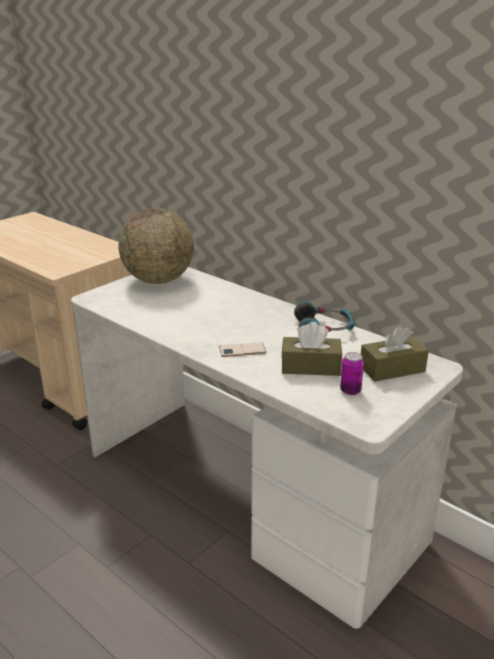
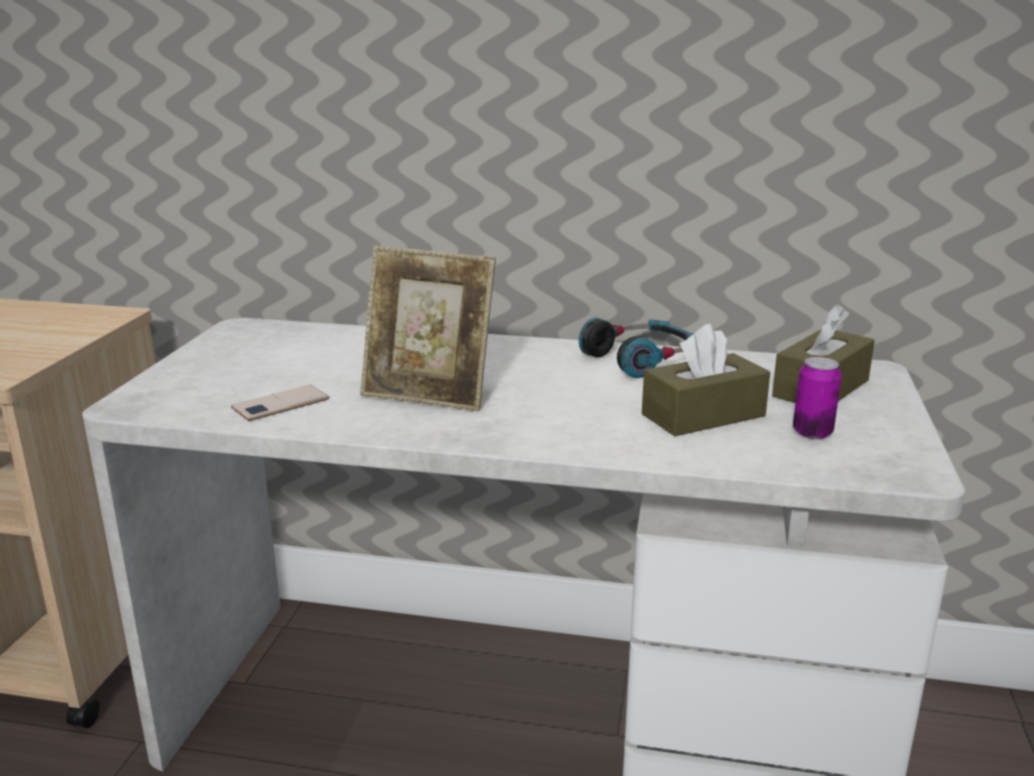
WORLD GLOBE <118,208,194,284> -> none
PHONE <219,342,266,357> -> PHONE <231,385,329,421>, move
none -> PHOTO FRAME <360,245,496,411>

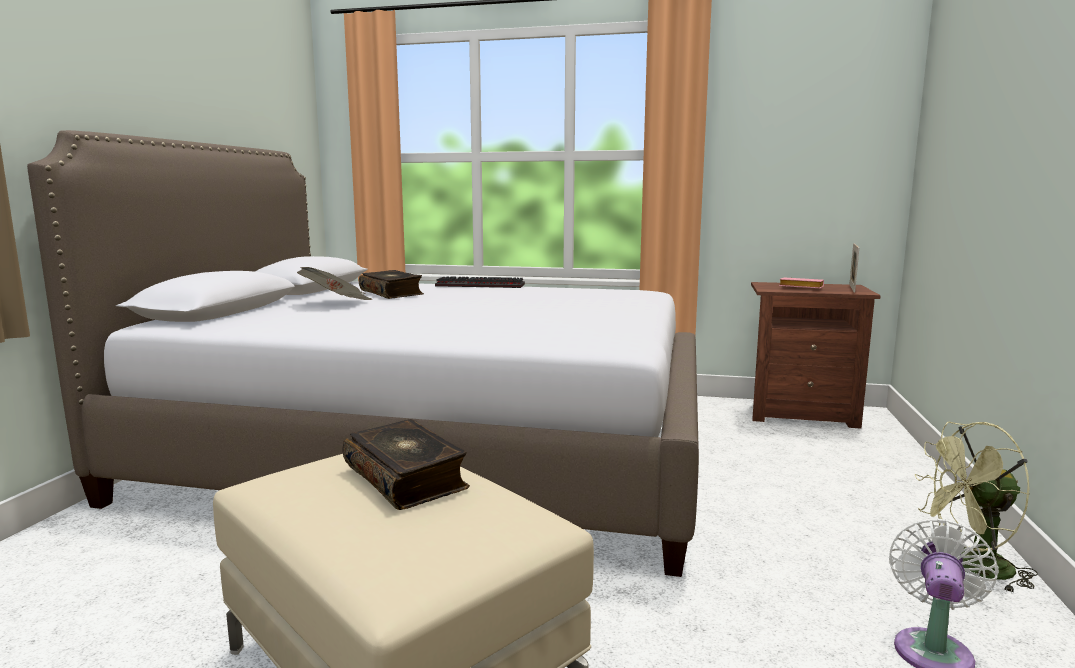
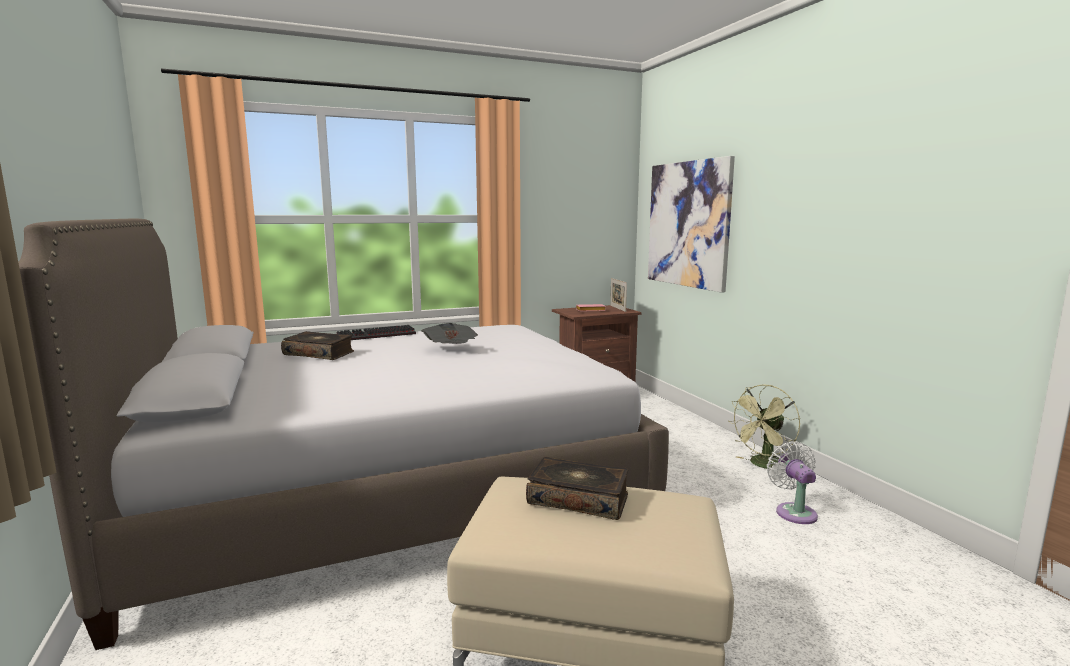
NEWSPAPER <297,267,372,300> -> NEWSPAPER <421,323,478,344>, move
none -> WALL PICTURE <648,156,735,293>

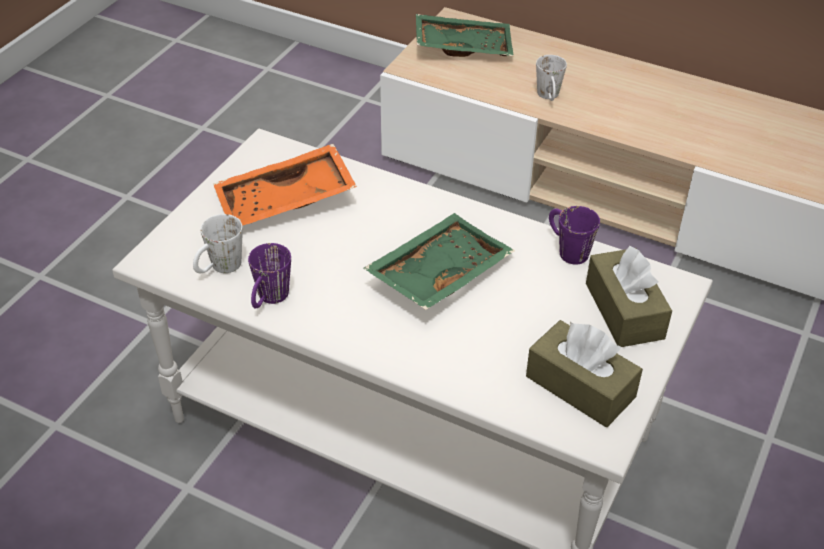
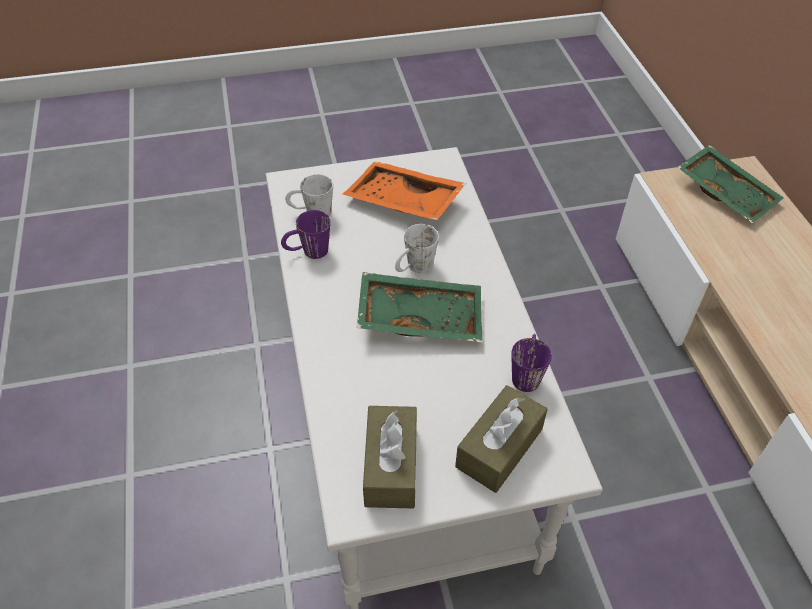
WHITE-COLOURED MUG <536,55,567,101> -> WHITE-COLOURED MUG <395,224,439,273>, move

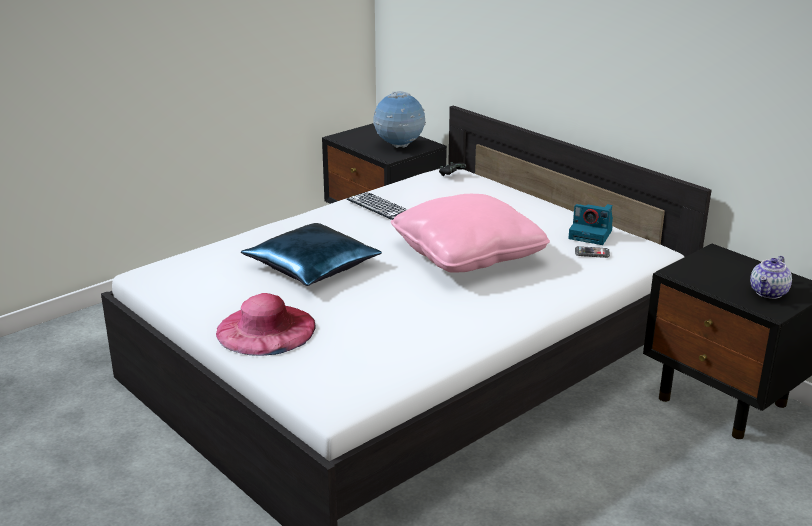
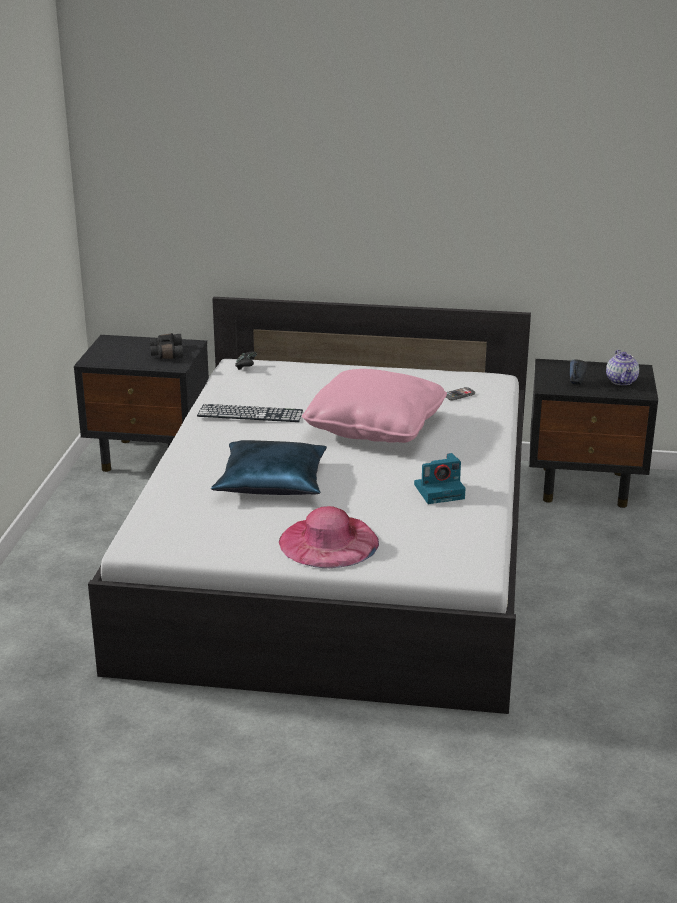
WORLD GLOBE <373,91,426,148> -> BLACK-COLOURED FIELD GLASSES <150,333,183,359>
PHOTO CAMERA <568,204,613,245> -> PHOTO CAMERA <414,453,466,504>, move
none -> BLUE MUG <570,359,589,385>

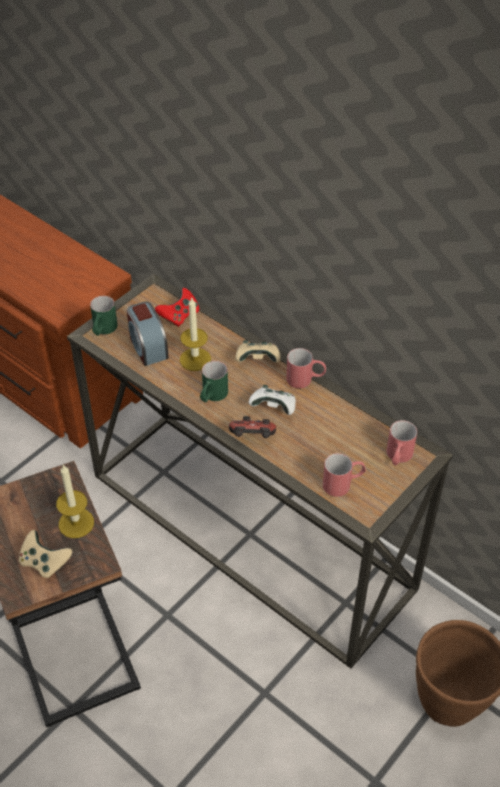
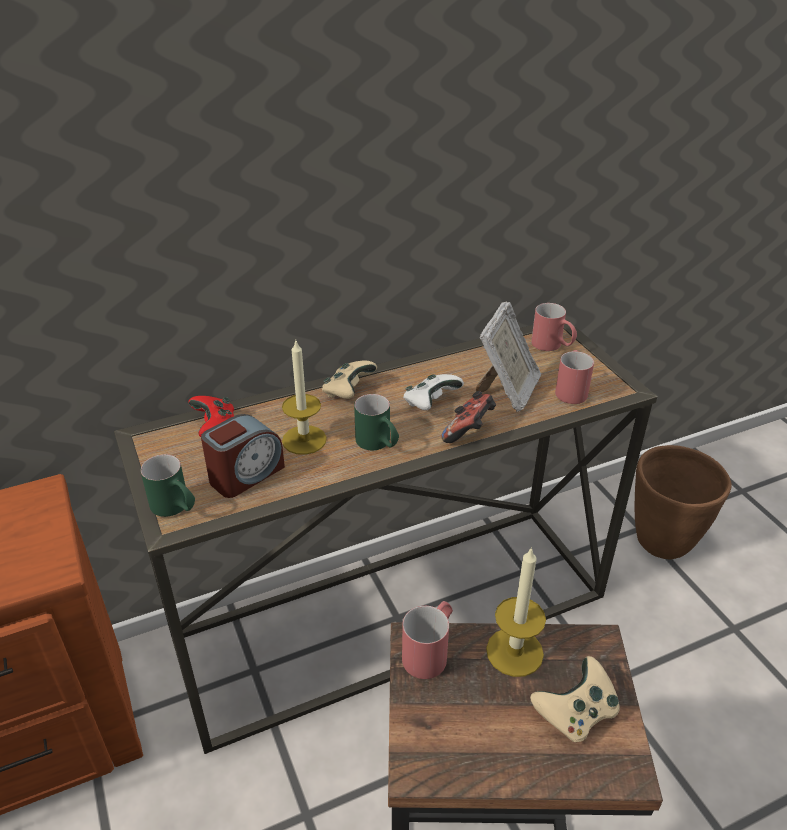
TABLE CLOCK <127,301,169,366> -> TABLE CLOCK <201,414,285,498>, 45 degrees counterclockwise
RED-COLOURED MUG <286,348,326,388> -> RED-COLOURED MUG <402,601,453,679>, move
none -> PHOTO FRAME <476,301,541,412>

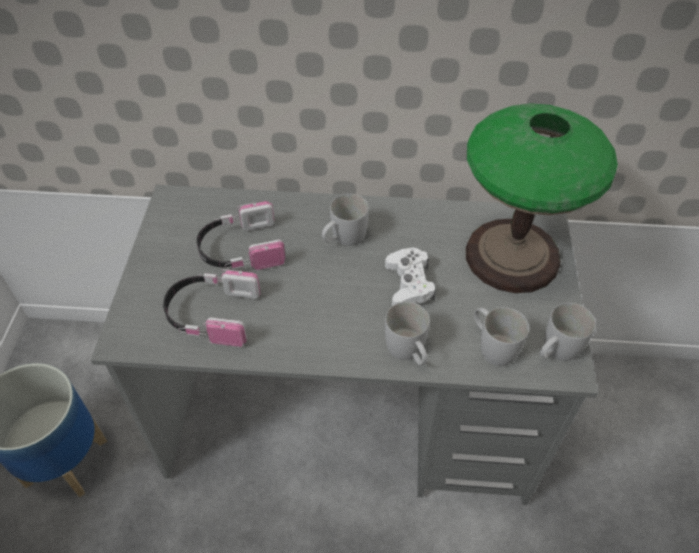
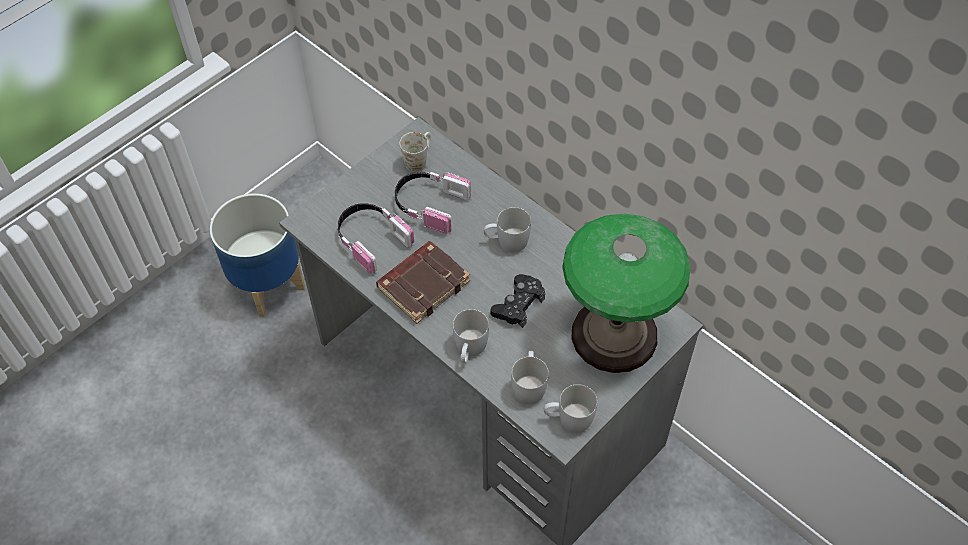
WHITE-COLOURED GAMEPAD <385,248,436,306> -> BLACK-COLOURED GAMEPAD <490,274,545,328>
none -> BROWN BOUND BOOK <376,241,470,324>
none -> WHITE-COLOURED MUG <399,132,431,172>

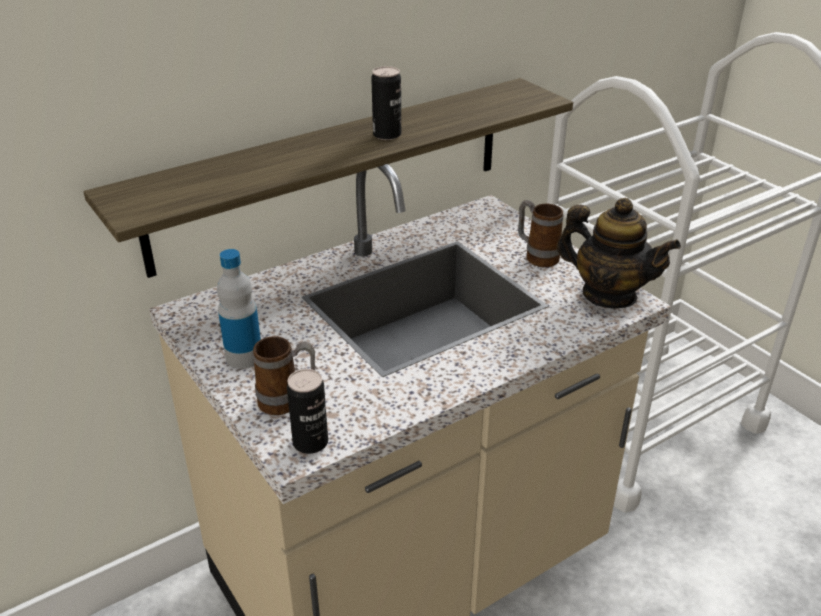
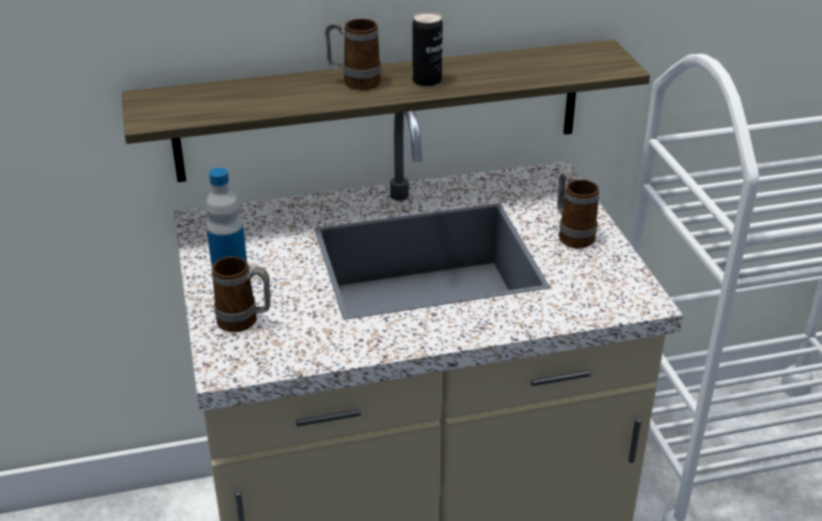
METAL CAN <287,369,328,454> -> none
TEA POT <556,198,681,308> -> none
none -> MUG <325,19,381,90>

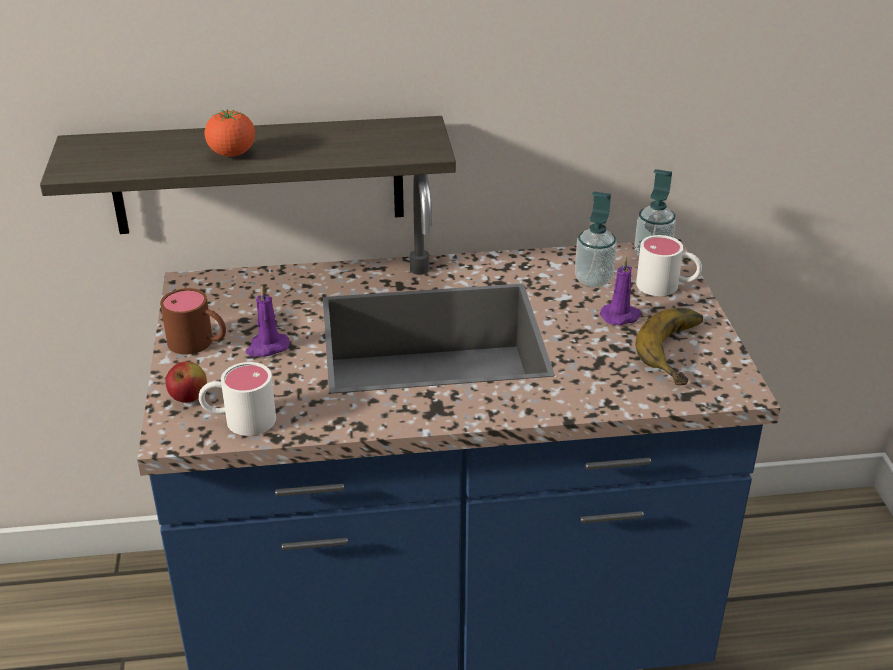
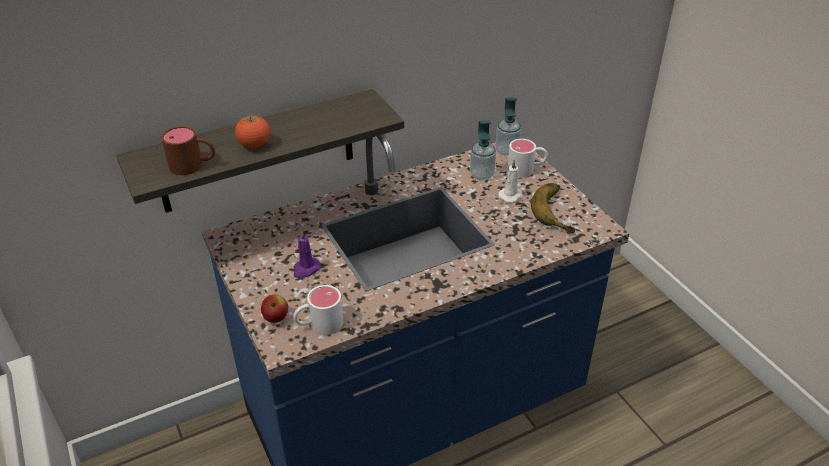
BROWN MUG <160,288,226,354> -> BROWN MUG <161,126,215,175>, move
PURPLISH CANDLE <600,257,642,325> -> WHITE-COLOURED CANDLE <498,160,523,203>

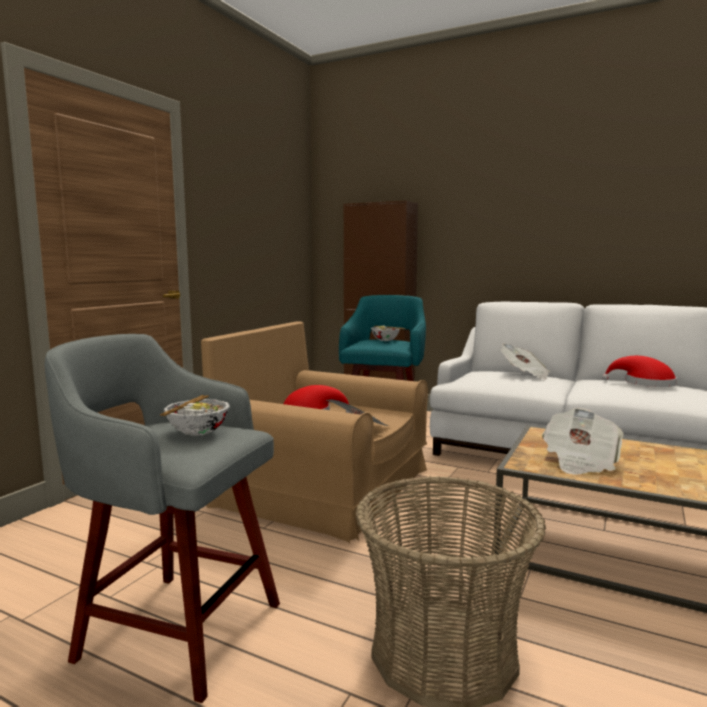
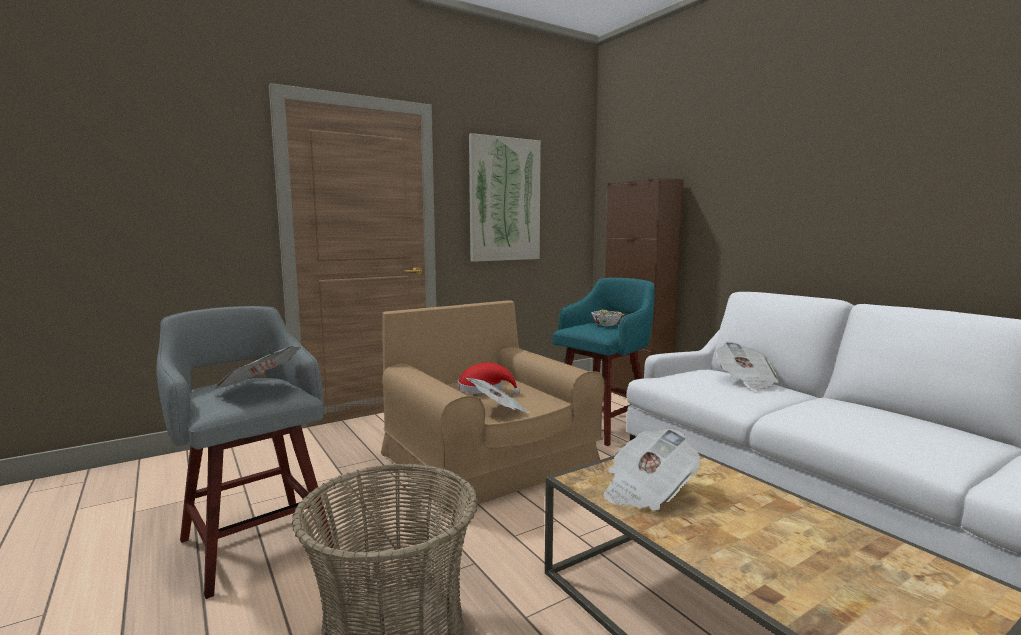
BOWL <160,395,230,436> -> NEWSPAPER <213,346,301,389>
RED-COLOURED WEARABLE HAT <602,356,677,387> -> none
none -> WALL PICTURE <469,133,541,262>

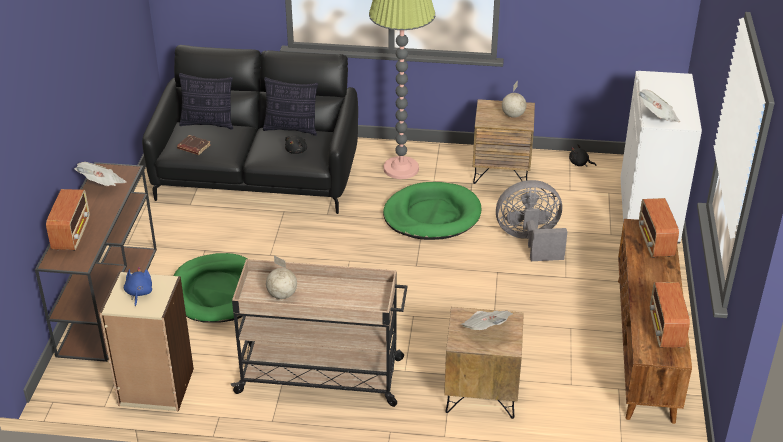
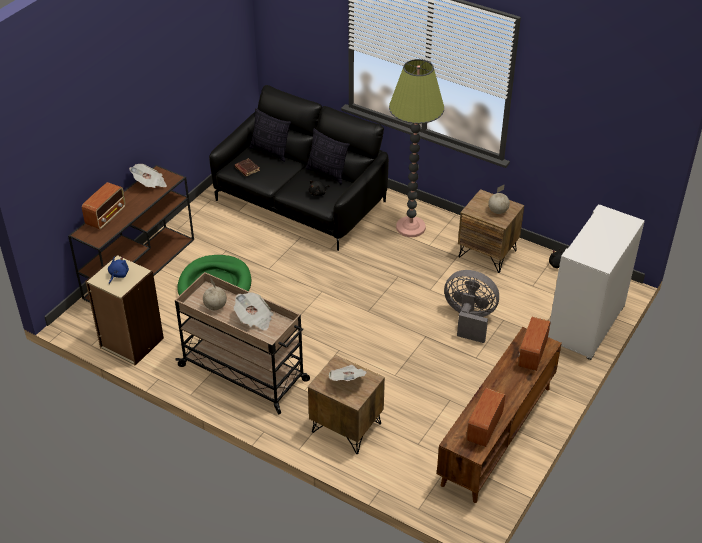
GREEN DOG CUSHION <383,182,482,240> -> none
NEWSPAPER <637,89,680,122> -> NEWSPAPER <233,292,274,331>, move

